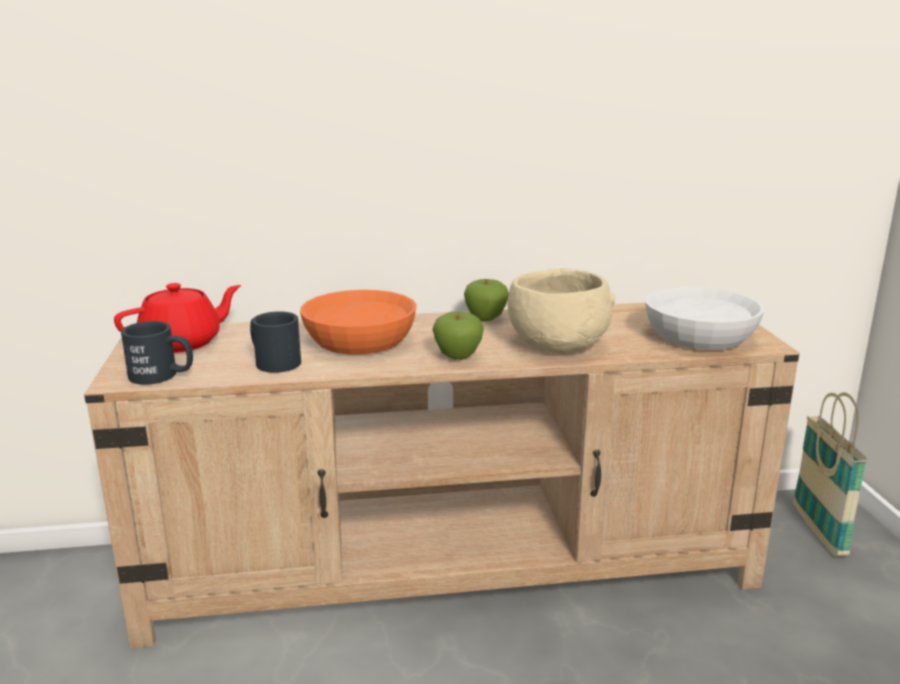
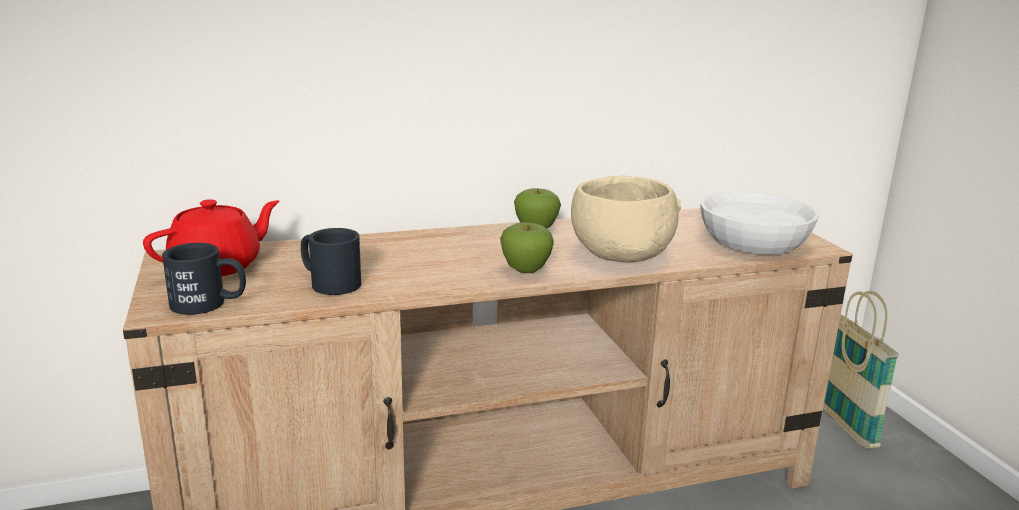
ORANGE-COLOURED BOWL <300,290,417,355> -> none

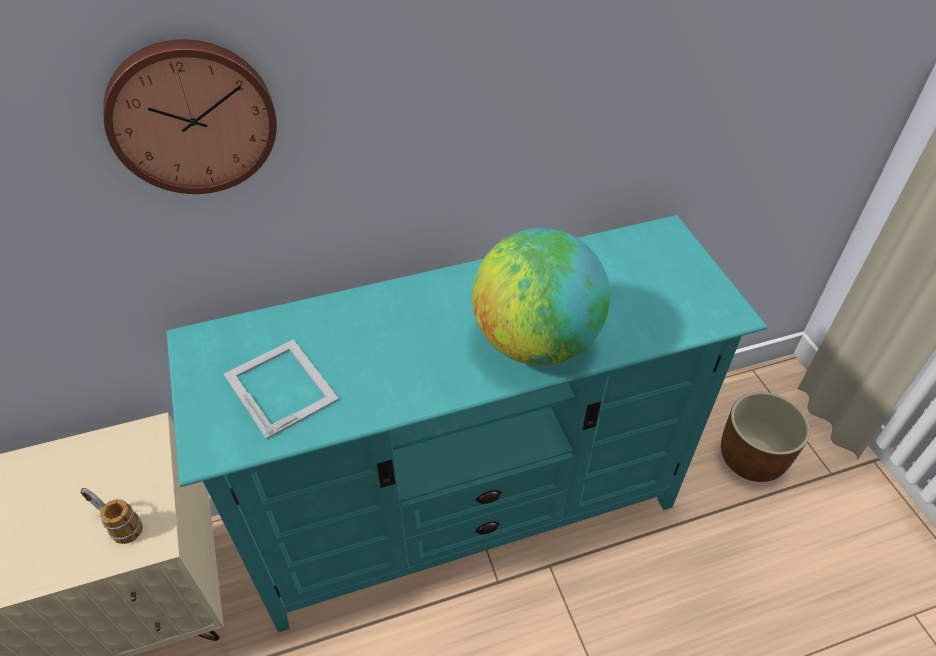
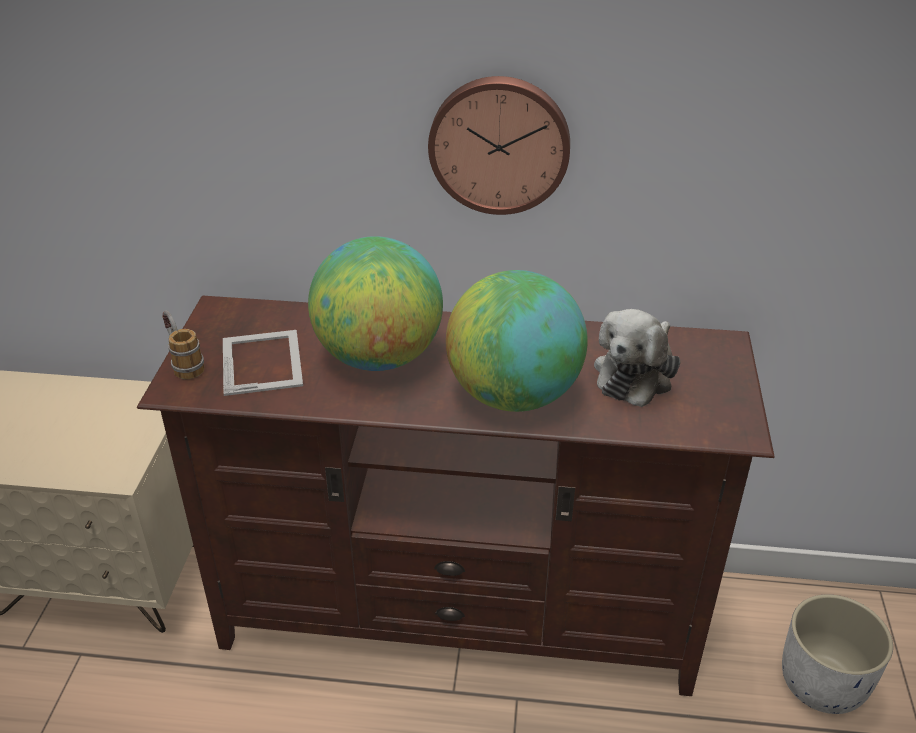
MUG <81,488,143,544> -> MUG <162,311,204,379>, move
CLOCK ON THE WALL <103,39,277,194> -> CLOCK ON THE WALL <428,76,570,215>, move
TURQUOISE-COLOURED TV STAND <166,215,768,633> -> BROWN TV STAND <137,296,775,696>
BROWN PLANTER <721,392,810,482> -> WHITE-COLOURED PLANTER <782,594,893,714>
none -> WORLD GLOBE <308,236,443,371>
none -> SOFT TOY <594,309,680,407>

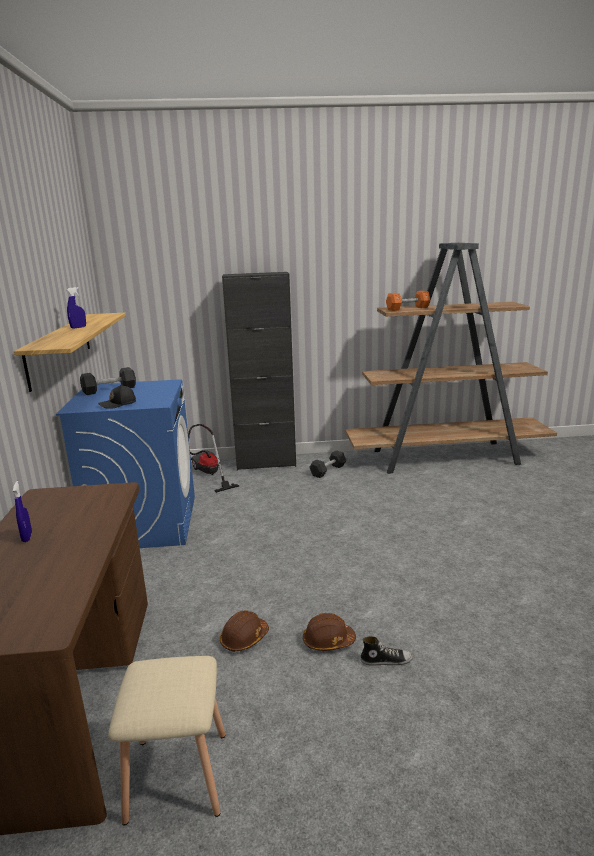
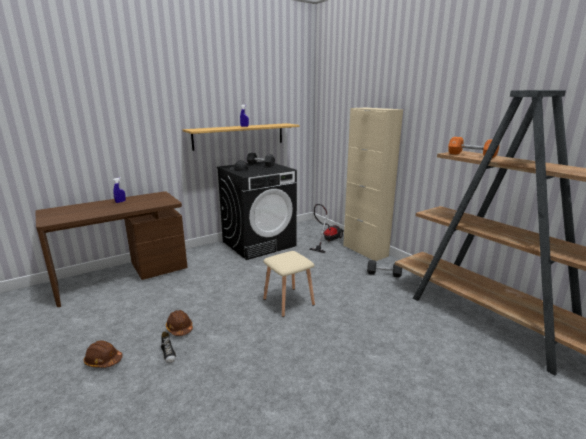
BLUE WASHING MACHINE <56,379,195,548> -> BLACK-COLOURED WASHING MACHINE <217,161,297,260>
BEIGE STOOL SEAT <108,656,225,825> -> BEIGE STOOL SEAT <263,251,315,317>, move
BROWN WORK HELMET <220,610,269,652> -> BROWN WORK HELMET <84,341,123,368>, move
BLACK-COLOURED CABINET <222,272,296,470> -> BEIGE CABINET <343,108,403,261>

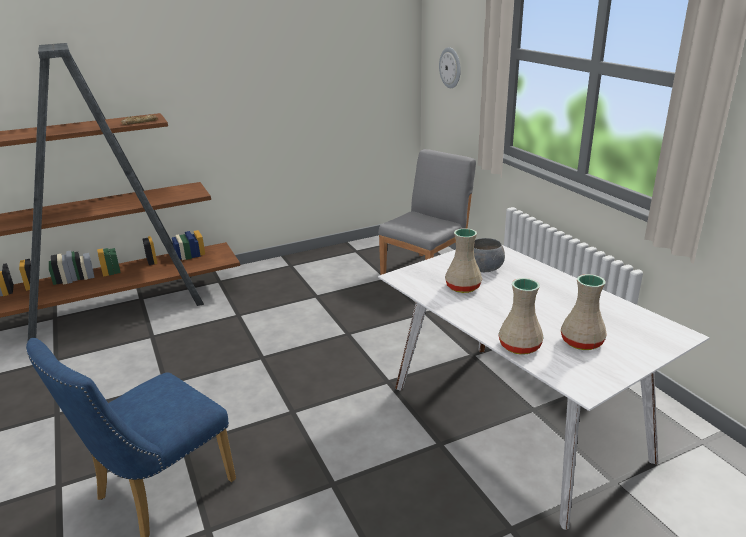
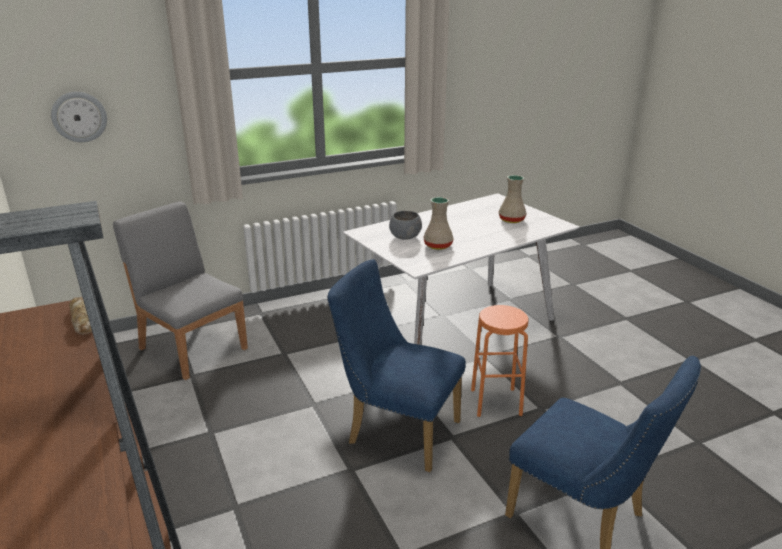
BEIGE FLOWER VASE <498,278,544,355> -> none
none -> BLUE CHAIR <327,259,466,472>
none -> ORANGE-COLOURED STOOL SEAT <471,305,528,417>

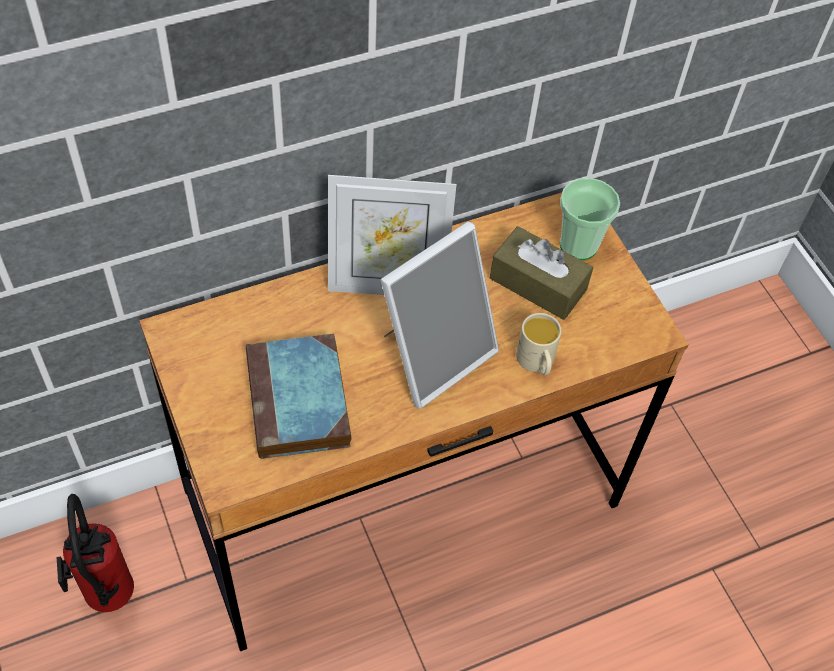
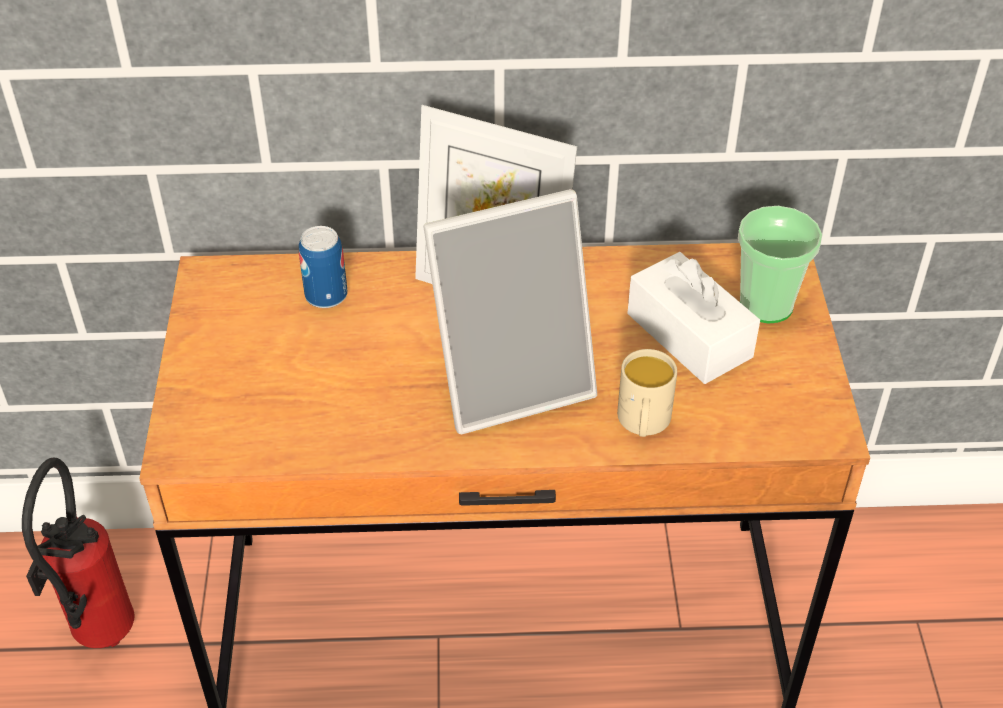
BOUND BOOK <246,334,352,459> -> none
BROWN BOX OF TISSUES <490,226,593,320> -> WHITE-COLOURED BOX OF TISSUES <627,252,760,384>
none -> METAL CAN <299,226,347,308>

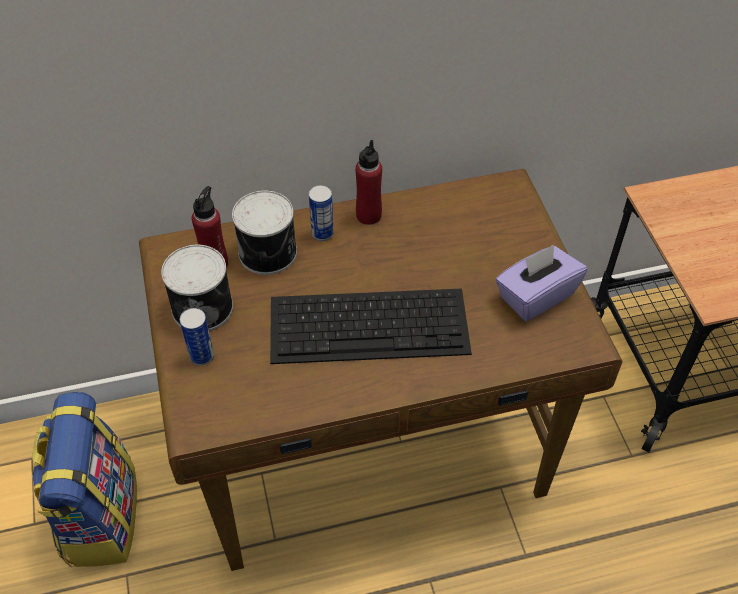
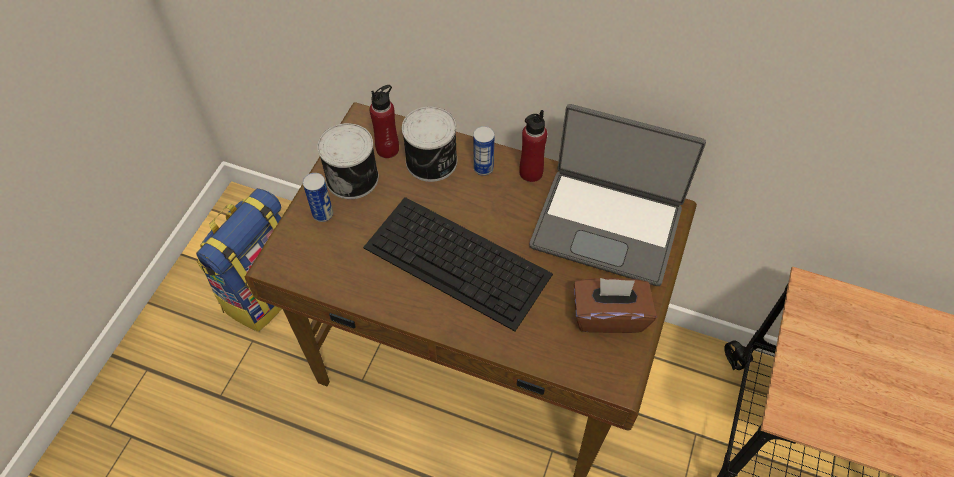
PURPLISH BOX OF TISSUES <496,245,587,322> -> BROWN BOX OF TISSUES <574,278,657,333>
none -> NOTEBOOK COMPUTER <529,104,706,286>

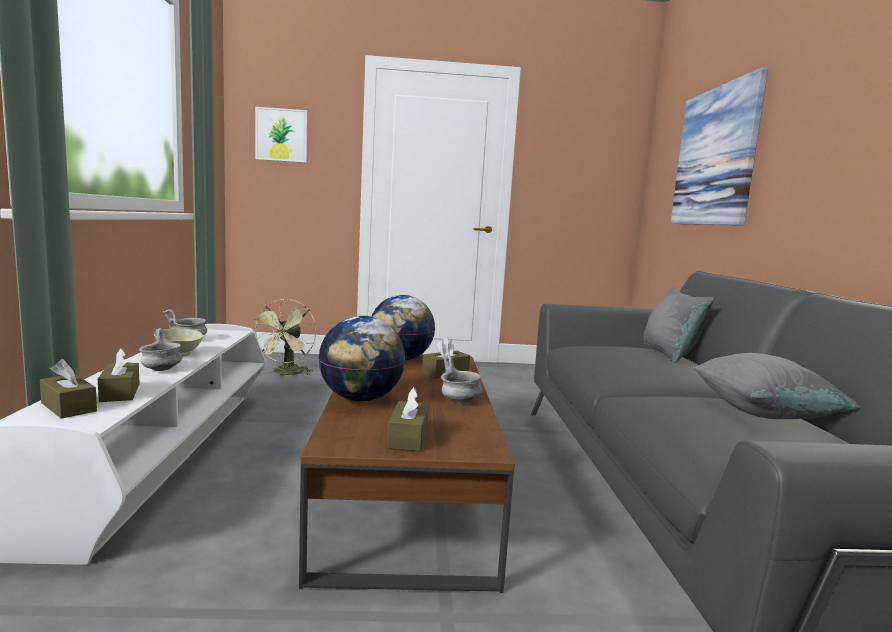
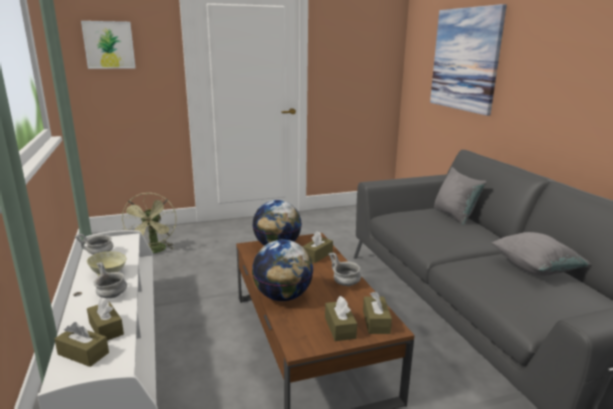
none -> BROWN BOX OF TISSUES <363,292,392,334>

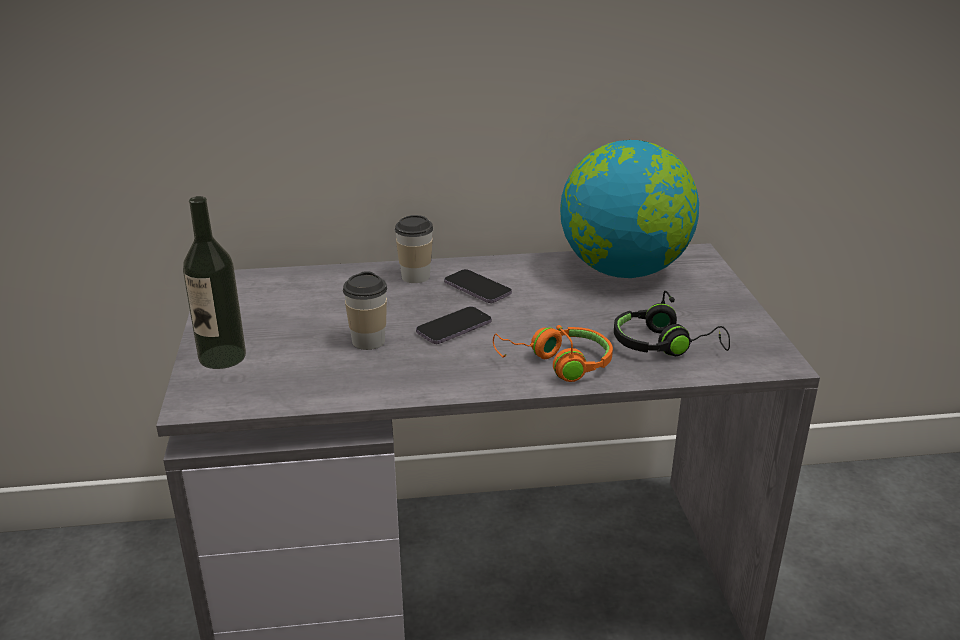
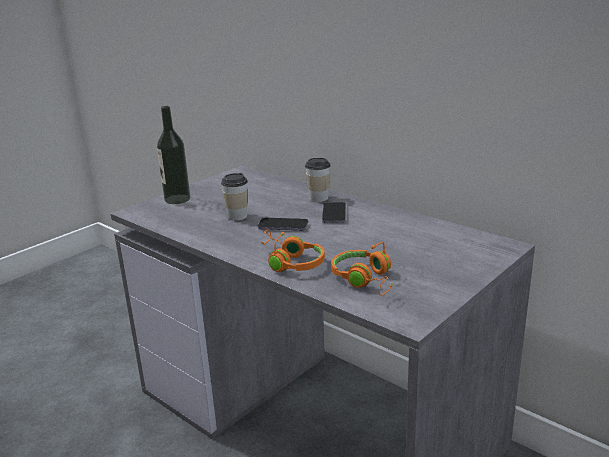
WORLD GLOBE <560,140,699,278> -> none
BLACK-COLOURED PAIR OF HEADPHONES <614,291,730,356> -> ORANGE-COLOURED PAIR OF HEADPHONES <331,242,394,296>

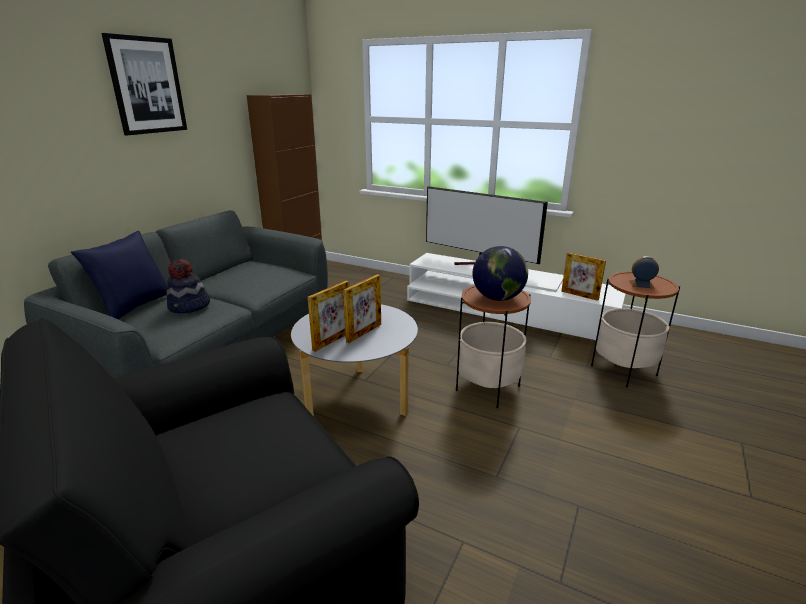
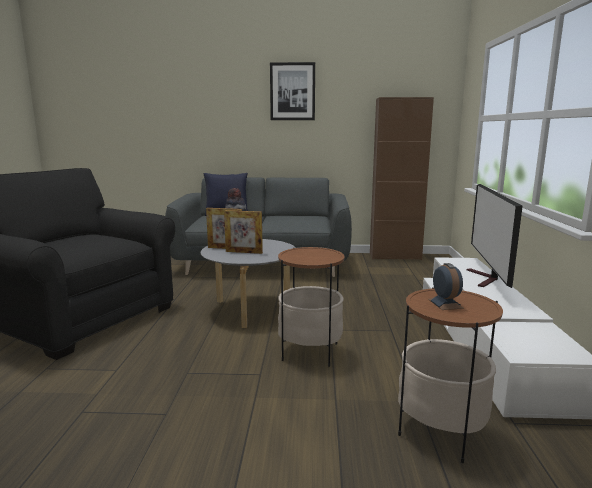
WORLD GLOBE <473,246,528,301> -> none
PHOTO FRAME <561,253,606,301> -> none

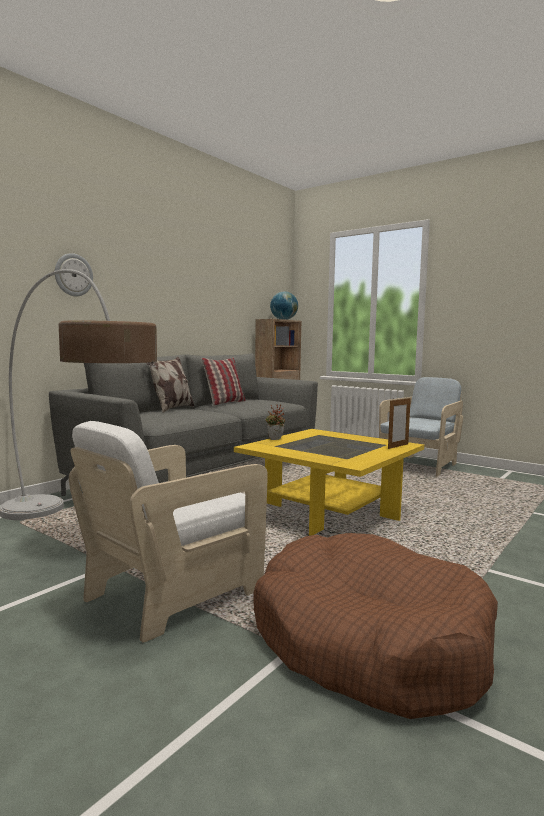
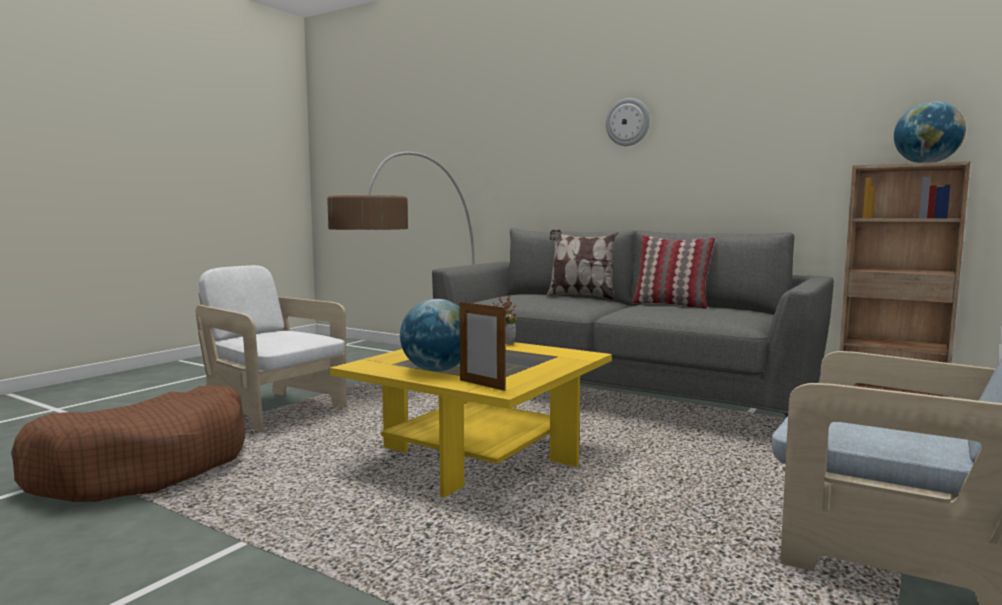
CLOCK ON THE WALL <55,253,93,296> -> CLOCK ON THE WALL <606,98,650,146>, move
none -> WORLD GLOBE <400,299,460,372>

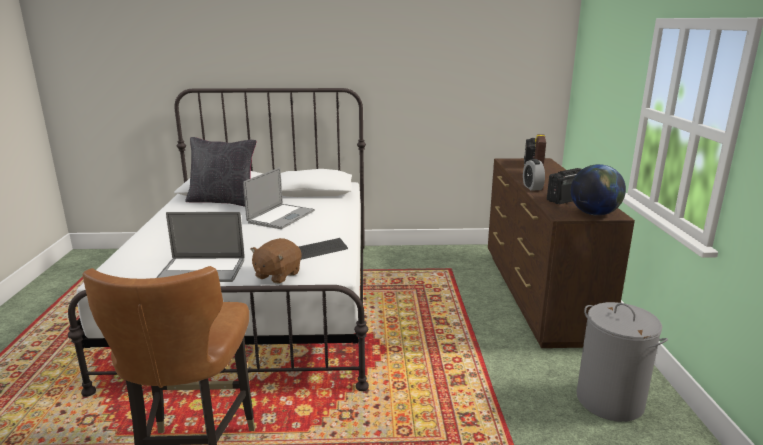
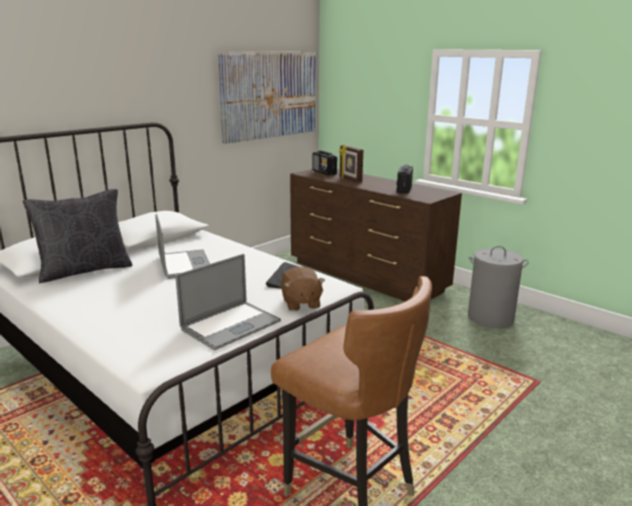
TABLE CLOCK <523,159,545,191> -> none
WORLD GLOBE <571,164,626,216> -> none
none -> WALL PICTURE <217,51,315,144>

